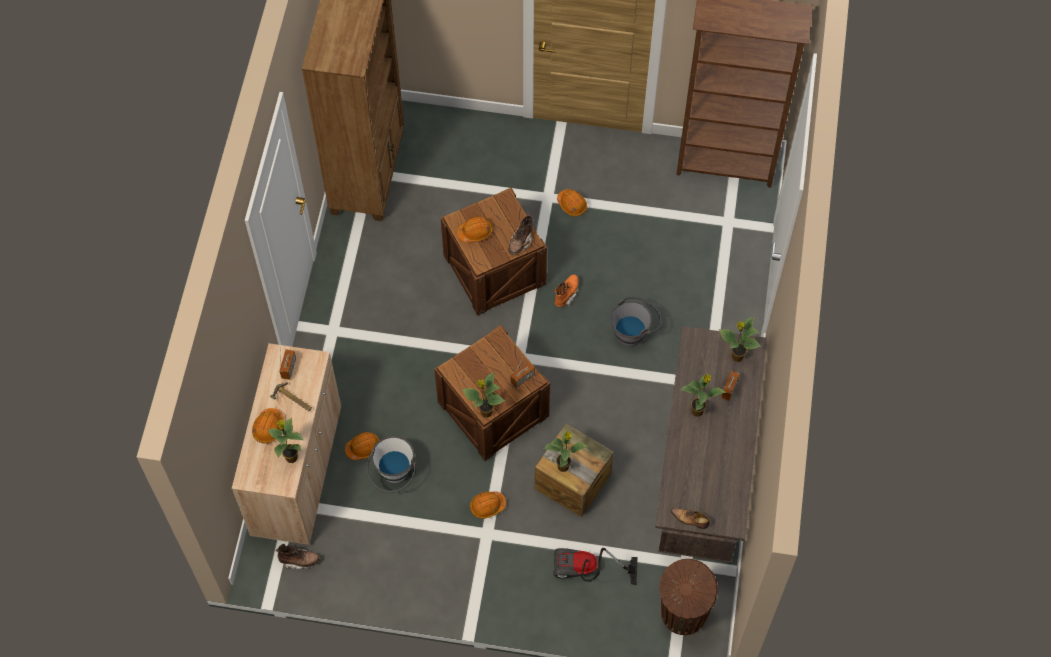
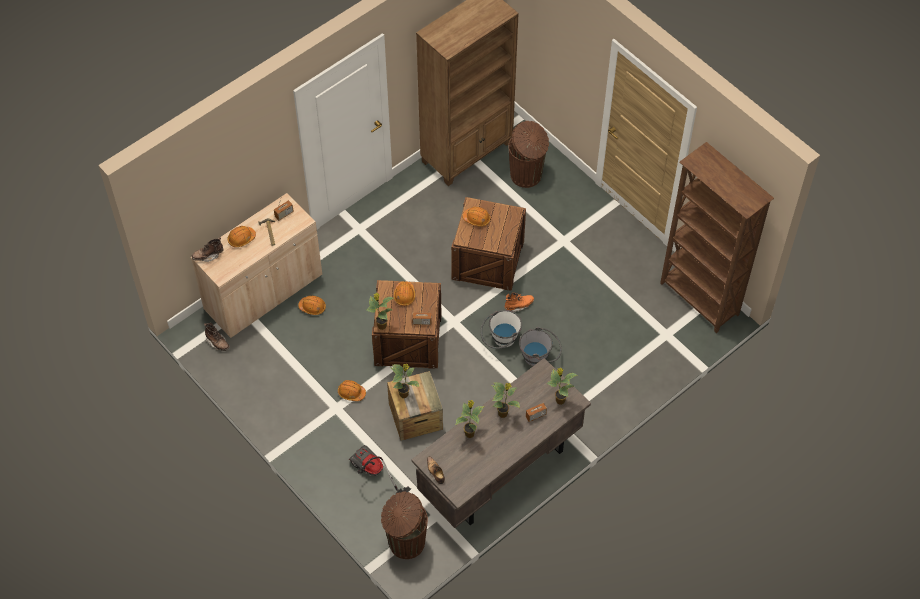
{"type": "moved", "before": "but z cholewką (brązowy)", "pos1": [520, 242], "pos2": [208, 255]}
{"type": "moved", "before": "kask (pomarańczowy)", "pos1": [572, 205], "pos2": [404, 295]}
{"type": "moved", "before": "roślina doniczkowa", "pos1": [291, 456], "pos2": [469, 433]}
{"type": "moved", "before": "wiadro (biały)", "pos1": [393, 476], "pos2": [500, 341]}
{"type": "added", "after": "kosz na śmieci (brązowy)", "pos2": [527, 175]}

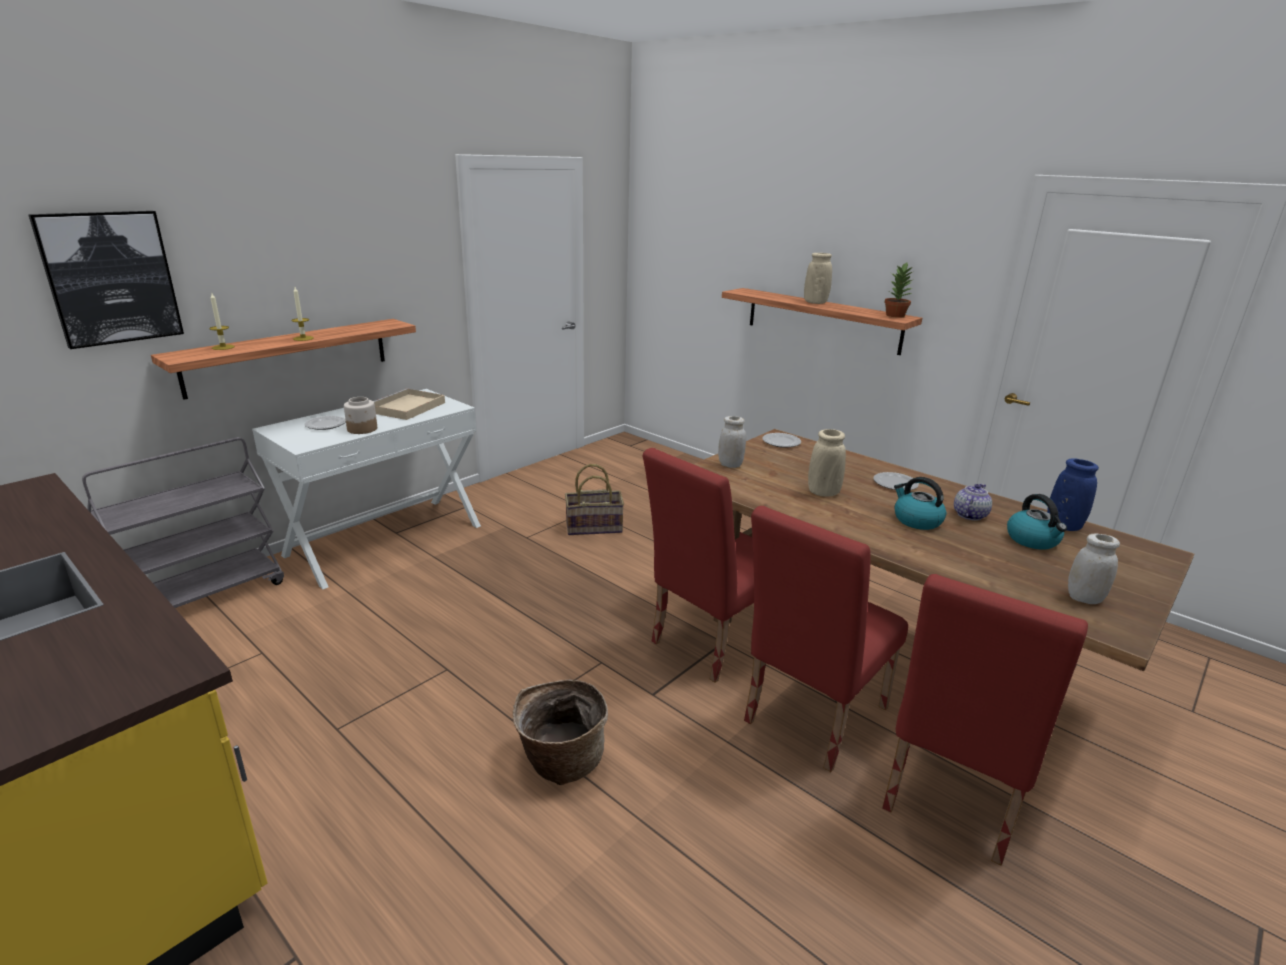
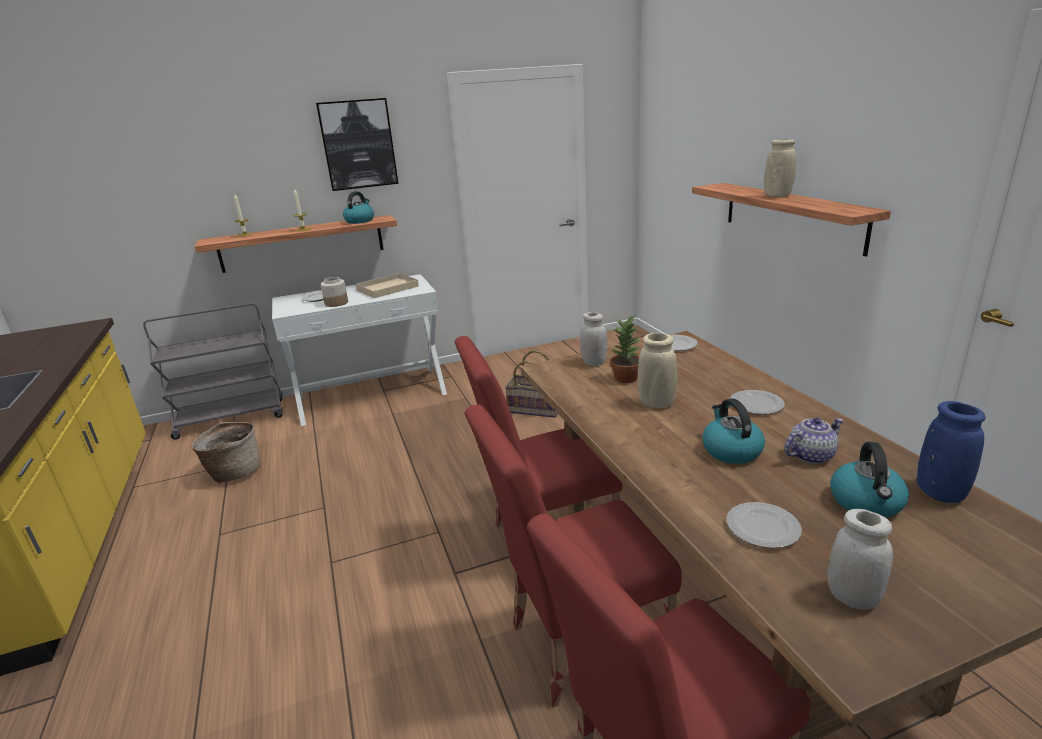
{"type": "moved", "before": "koszyk", "pos1": [560, 761], "pos2": [234, 472]}
{"type": "moved", "before": "obraz", "pos1": [110, 278], "pos2": [358, 144]}
{"type": "added", "after": "czajnik", "pos2": [360, 221]}
{"type": "moved", "before": "roślina doniczkowa", "pos1": [895, 315], "pos2": [626, 378]}
{"type": "added", "after": "talerz", "pos2": [762, 528]}

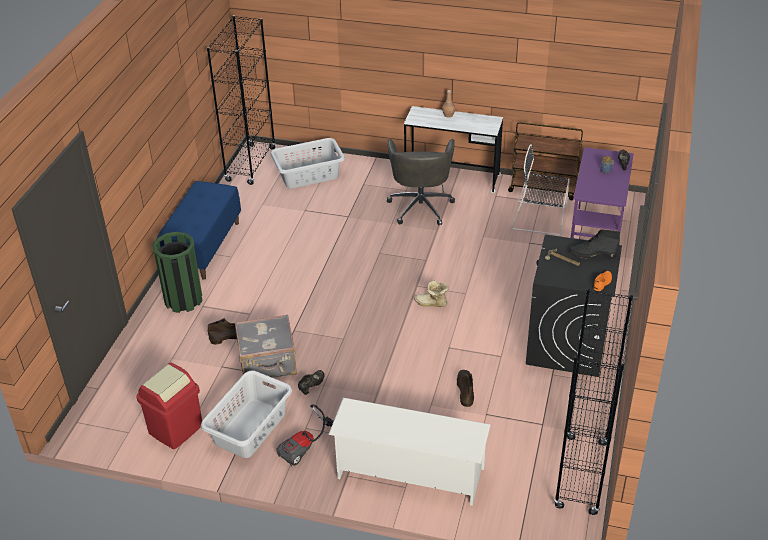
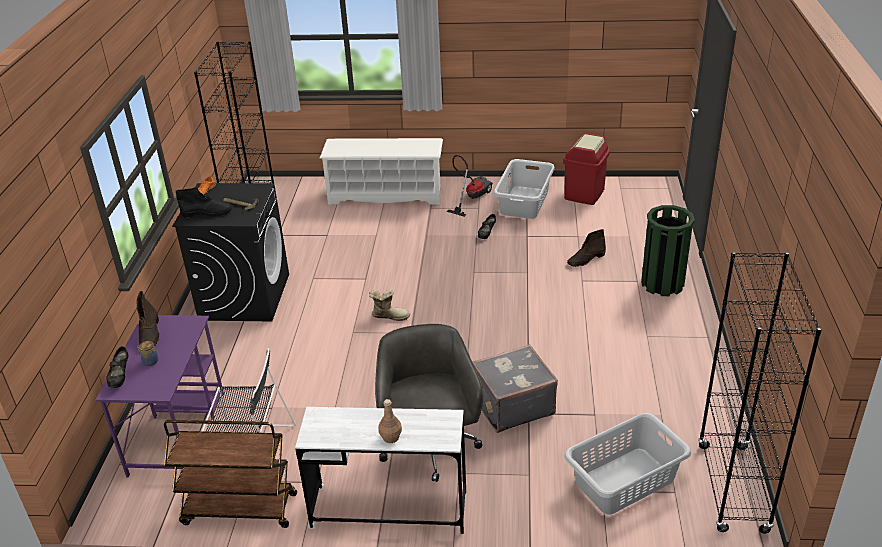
{"type": "moved", "before": "but z cholewką (brązowy)", "pos1": [465, 389], "pos2": [150, 334]}
{"type": "moved", "before": "walizka (szary)", "pos1": [268, 363], "pos2": [512, 405]}
{"type": "removed", "before": "ławka (niebieski)", "pos1": [203, 247]}

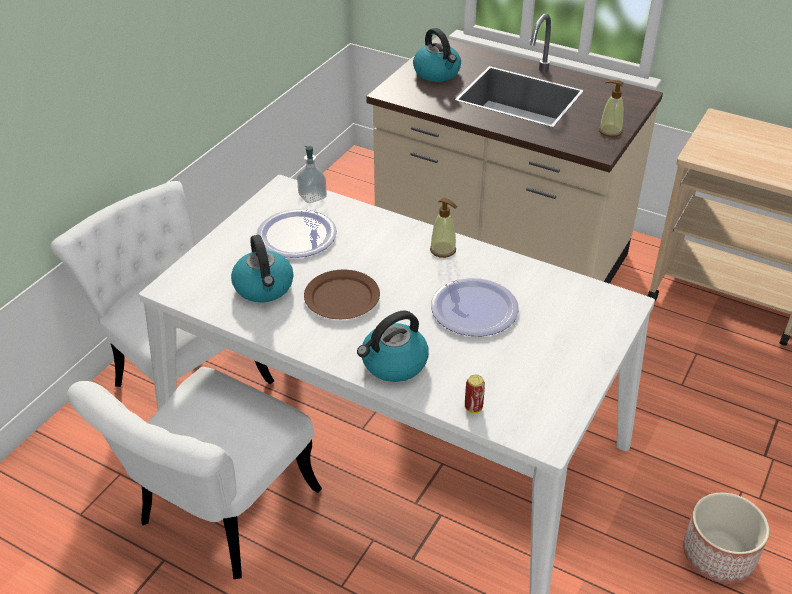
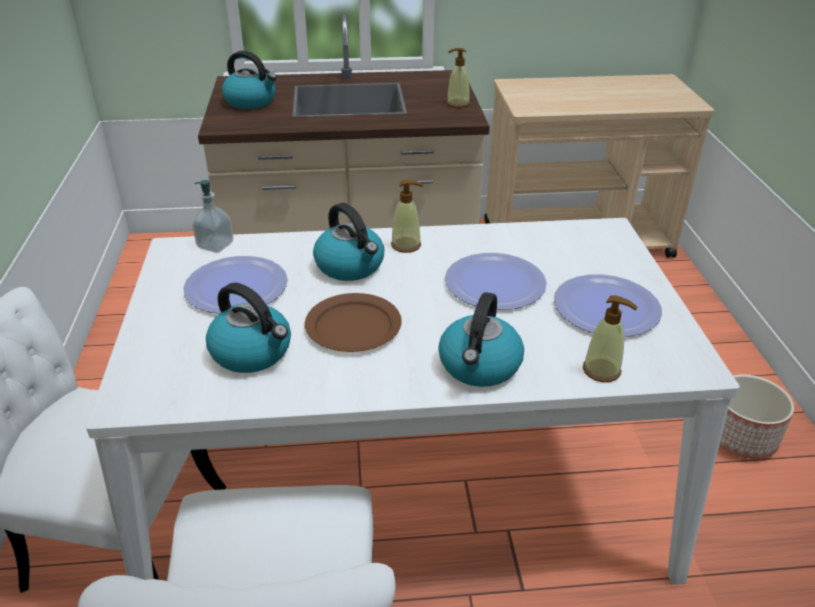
{"type": "added", "after": "czajnik", "pos2": [351, 266]}
{"type": "added", "after": "talerz", "pos2": [606, 308]}
{"type": "replaced", "before": "puszka", "after": "dozownik mydła", "pos1": [473, 408], "pos2": [602, 371]}

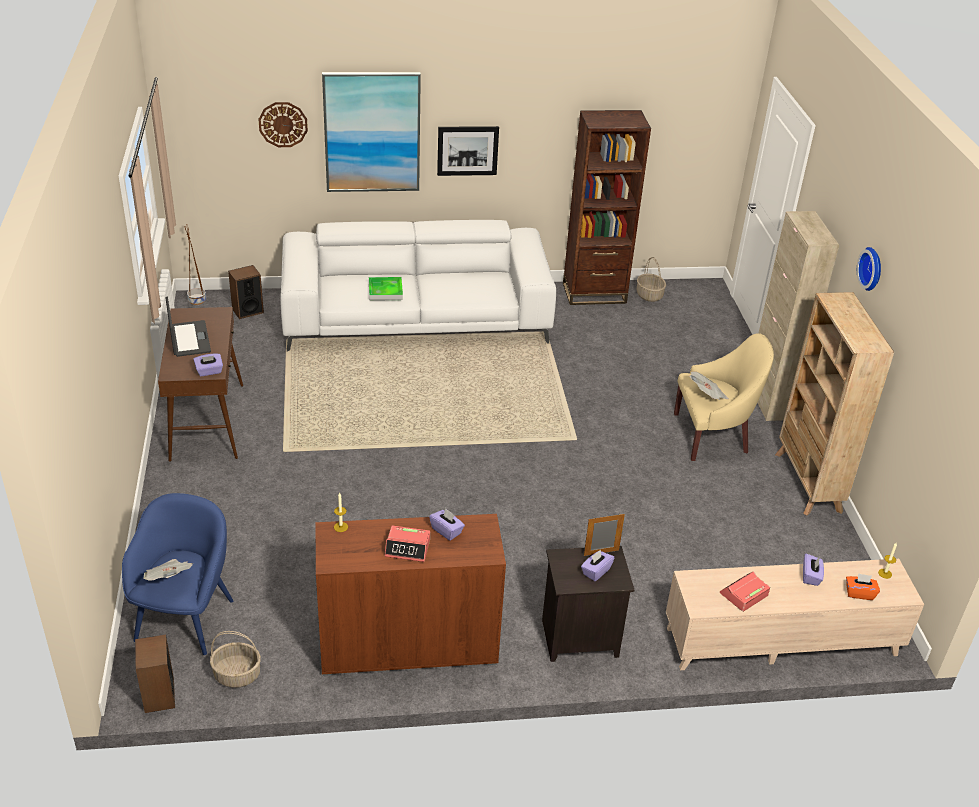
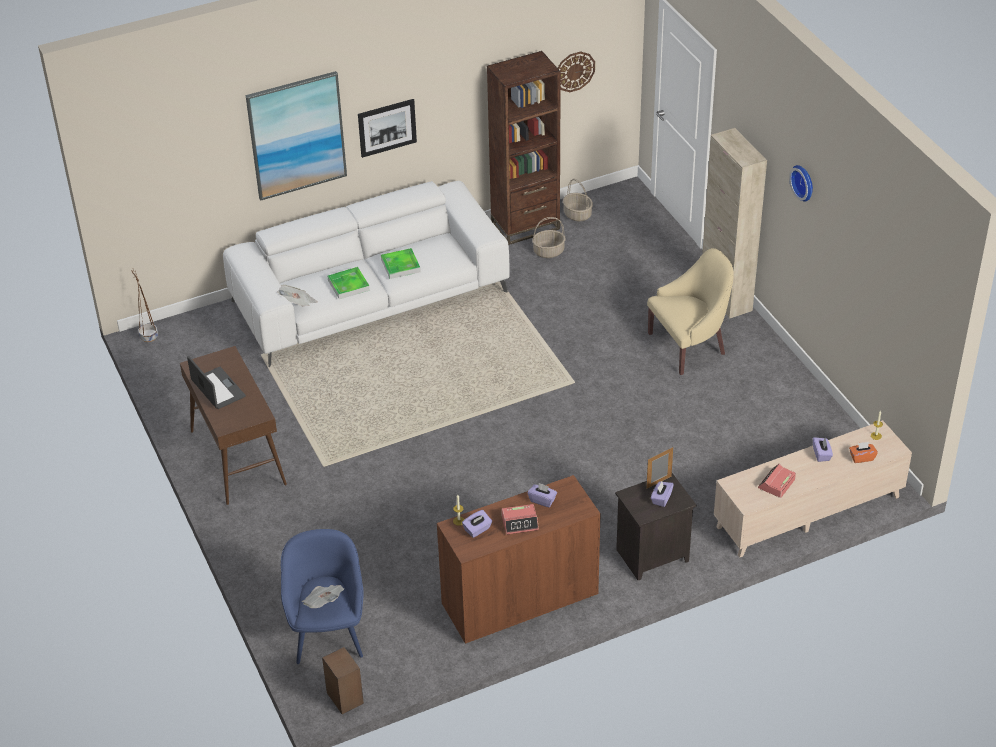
{"type": "moved", "before": "gazeta", "pos1": [707, 395], "pos2": [298, 303]}
{"type": "added", "after": "taca", "pos2": [400, 266]}
{"type": "moved", "before": "pudełko chusteczek (fioletowy)", "pos1": [209, 371], "pos2": [477, 530]}
{"type": "moved", "before": "koszyk", "pos1": [237, 674], "pos2": [549, 251]}
{"type": "moved", "before": "zegar ścienny", "pos1": [283, 124], "pos2": [574, 71]}
{"type": "removed", "before": "głośnik", "pos1": [247, 311]}
{"type": "removed", "before": "regał (beżowy)", "pos1": [807, 483]}

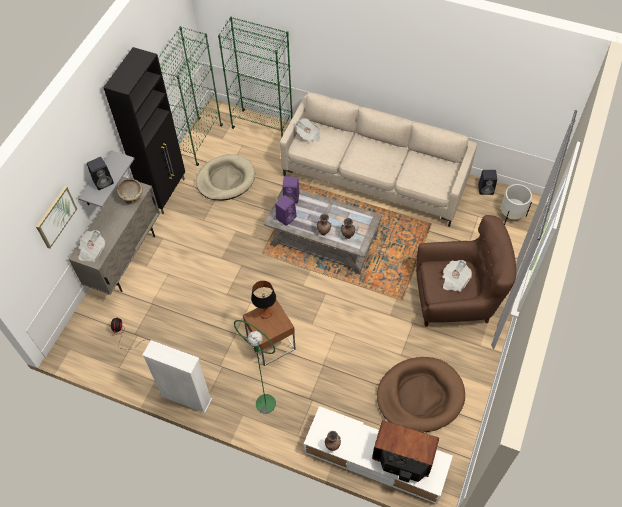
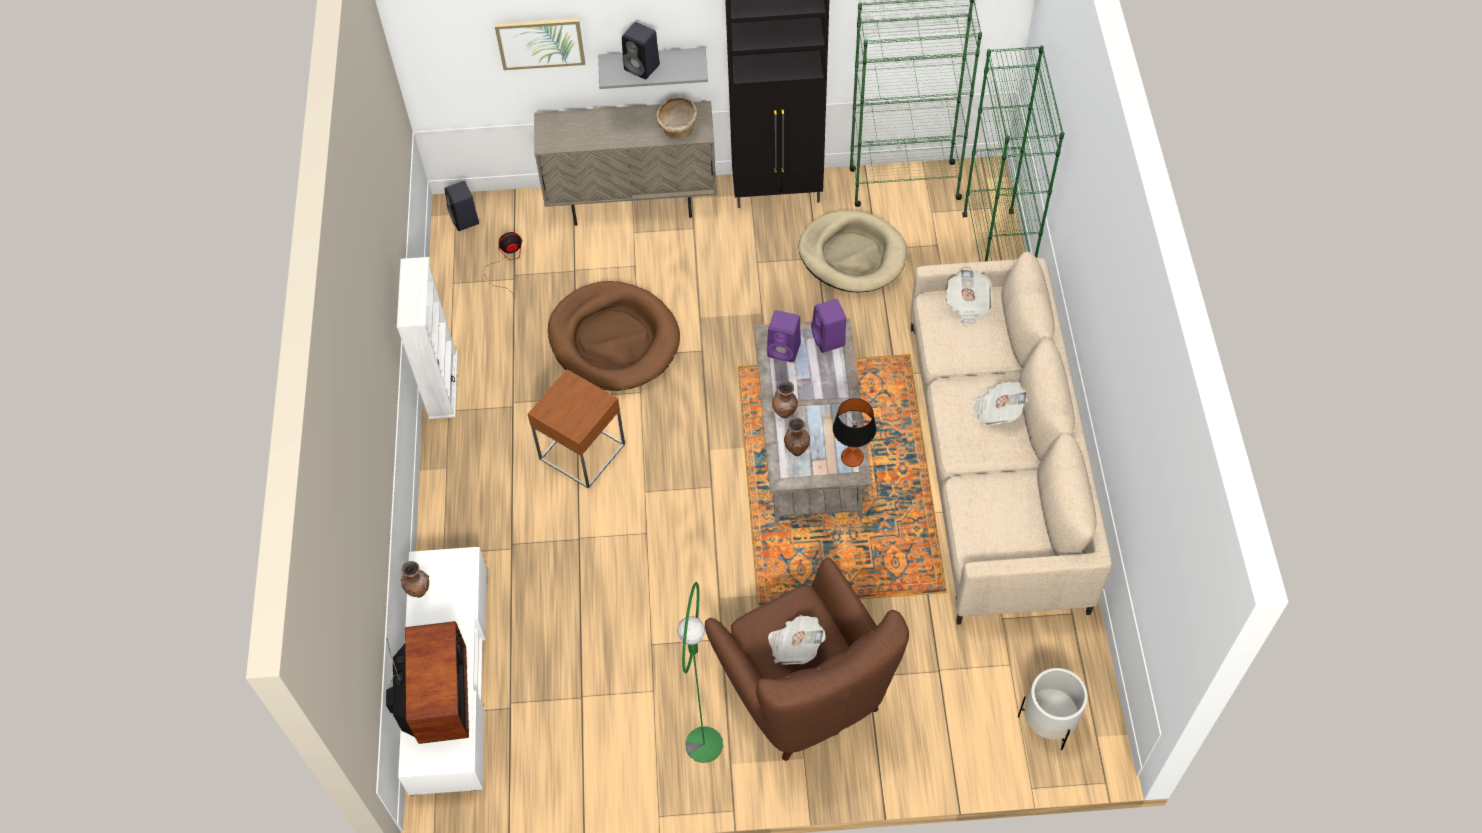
{"type": "moved", "before": "głośnik (czarny)", "pos1": [486, 189], "pos2": [465, 220]}
{"type": "moved", "before": "legowisko (brązowy)", "pos1": [420, 396], "pos2": [614, 340]}
{"type": "moved", "before": "lampa stojąca (zielony)", "pos1": [265, 403], "pos2": [704, 744]}
{"type": "moved", "before": "lampa stołowa", "pos1": [265, 313], "pos2": [852, 457]}
{"type": "moved", "before": "gazeta", "pos1": [92, 251], "pos2": [997, 411]}

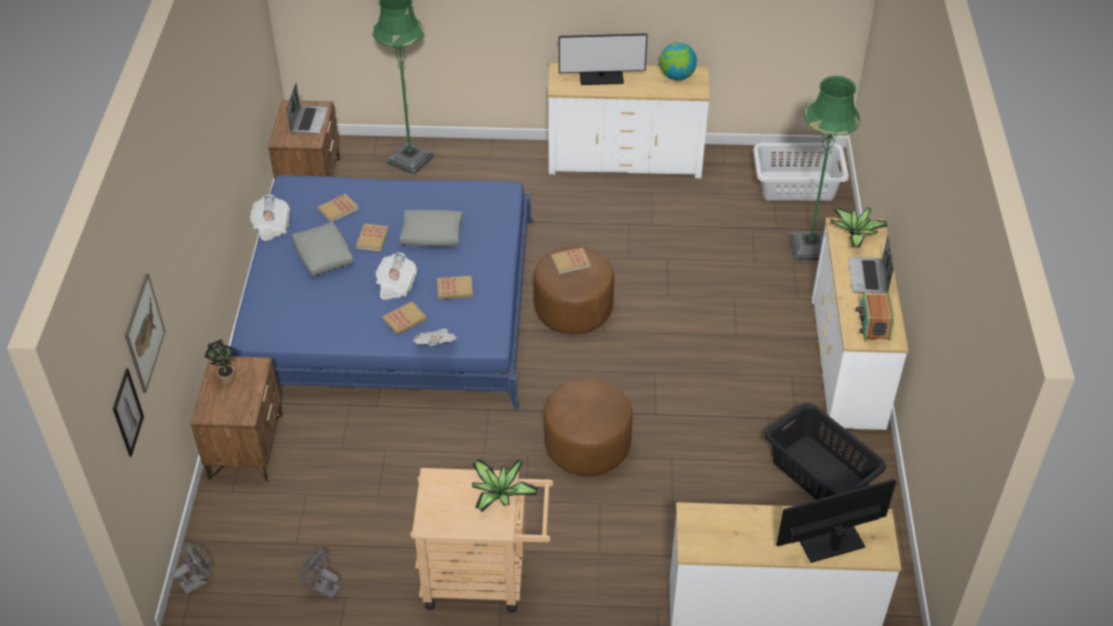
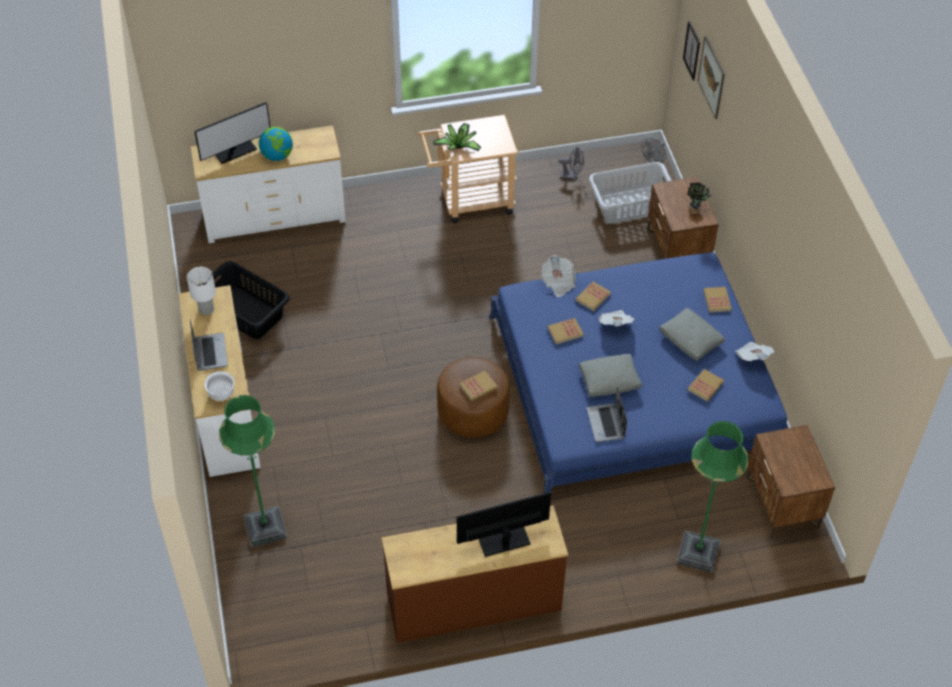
{"type": "replaced", "before": "radio", "after": "lampa stołowa (biały)", "pos1": [873, 324], "pos2": [206, 309]}
{"type": "replaced", "before": "roślina doniczkowa", "after": "miska (biały)", "pos1": [855, 234], "pos2": [221, 394]}
{"type": "moved", "before": "globus", "pos1": [676, 76], "pos2": [277, 156]}
{"type": "recoloured", "before": "komoda (biały)", "after": "komoda (brązowy)", "pos1": [625, 160], "pos2": [474, 603]}
{"type": "moved", "before": "laptop", "pos1": [308, 120], "pos2": [606, 424]}
{"type": "moved", "before": "kosz na pranie (szary)", "pos1": [797, 187], "pos2": [629, 204]}
{"type": "moved", "before": "książka", "pos1": [372, 239], "pos2": [717, 300]}
{"type": "removed", "before": "pufa (brązowy)", "pos1": [587, 446]}

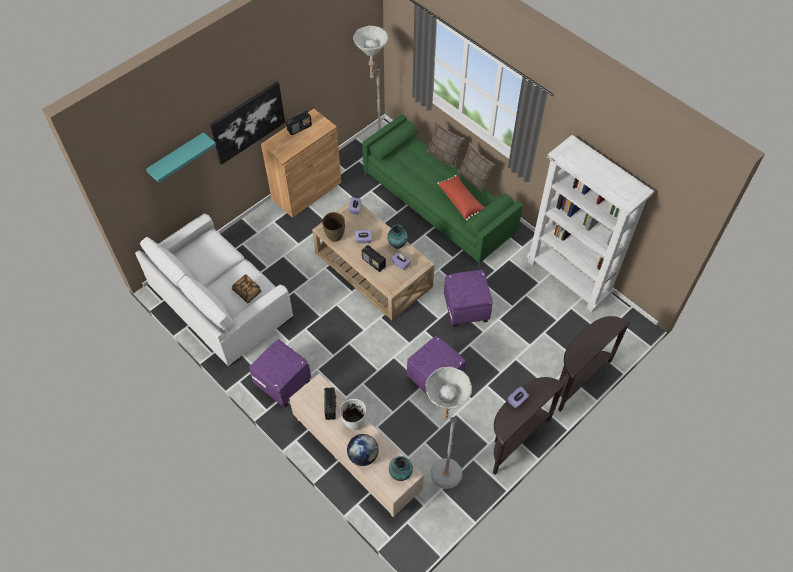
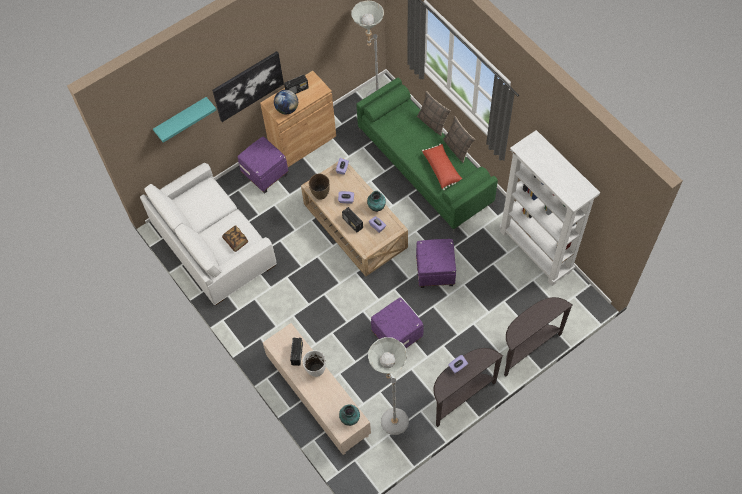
{"type": "moved", "before": "pufa (fioletowy)", "pos1": [282, 383], "pos2": [264, 174]}
{"type": "moved", "before": "globus", "pos1": [363, 456], "pos2": [287, 109]}

